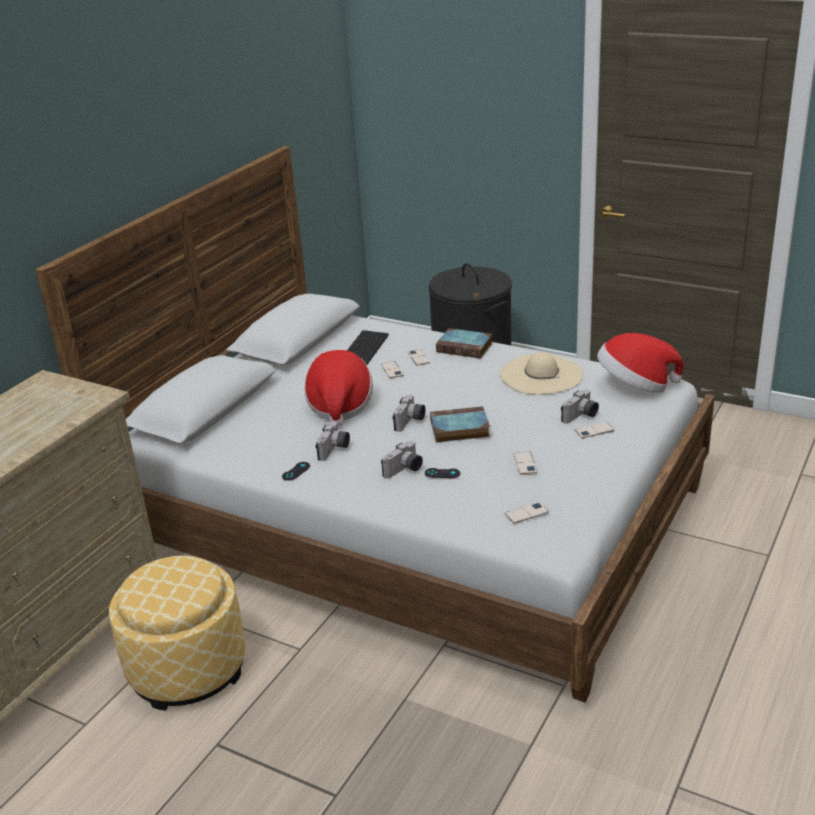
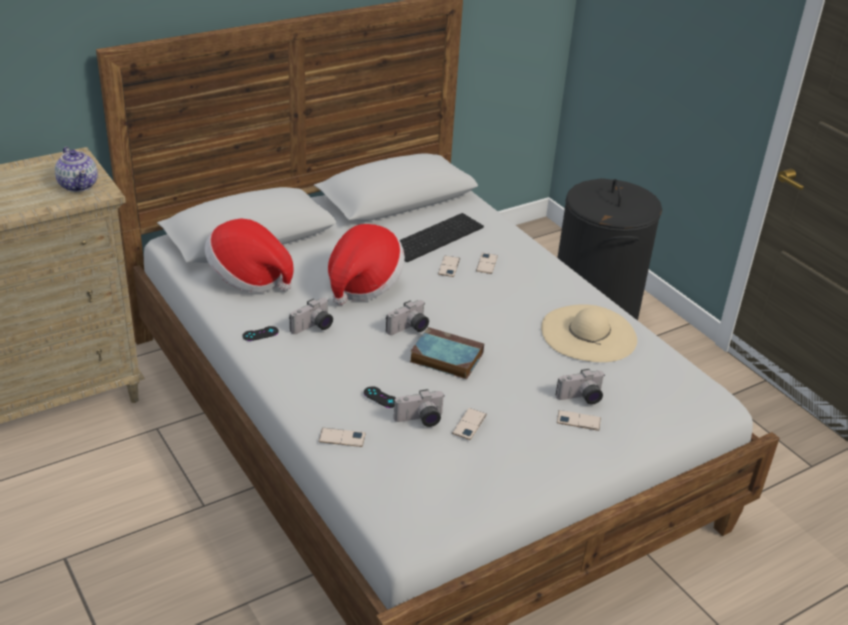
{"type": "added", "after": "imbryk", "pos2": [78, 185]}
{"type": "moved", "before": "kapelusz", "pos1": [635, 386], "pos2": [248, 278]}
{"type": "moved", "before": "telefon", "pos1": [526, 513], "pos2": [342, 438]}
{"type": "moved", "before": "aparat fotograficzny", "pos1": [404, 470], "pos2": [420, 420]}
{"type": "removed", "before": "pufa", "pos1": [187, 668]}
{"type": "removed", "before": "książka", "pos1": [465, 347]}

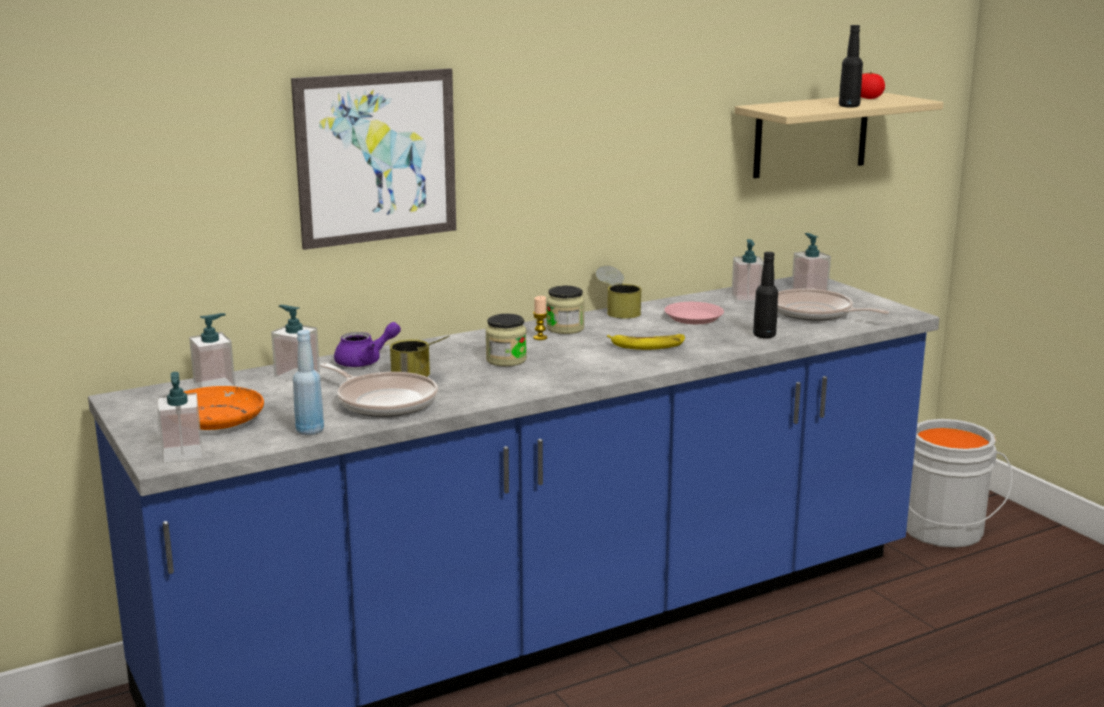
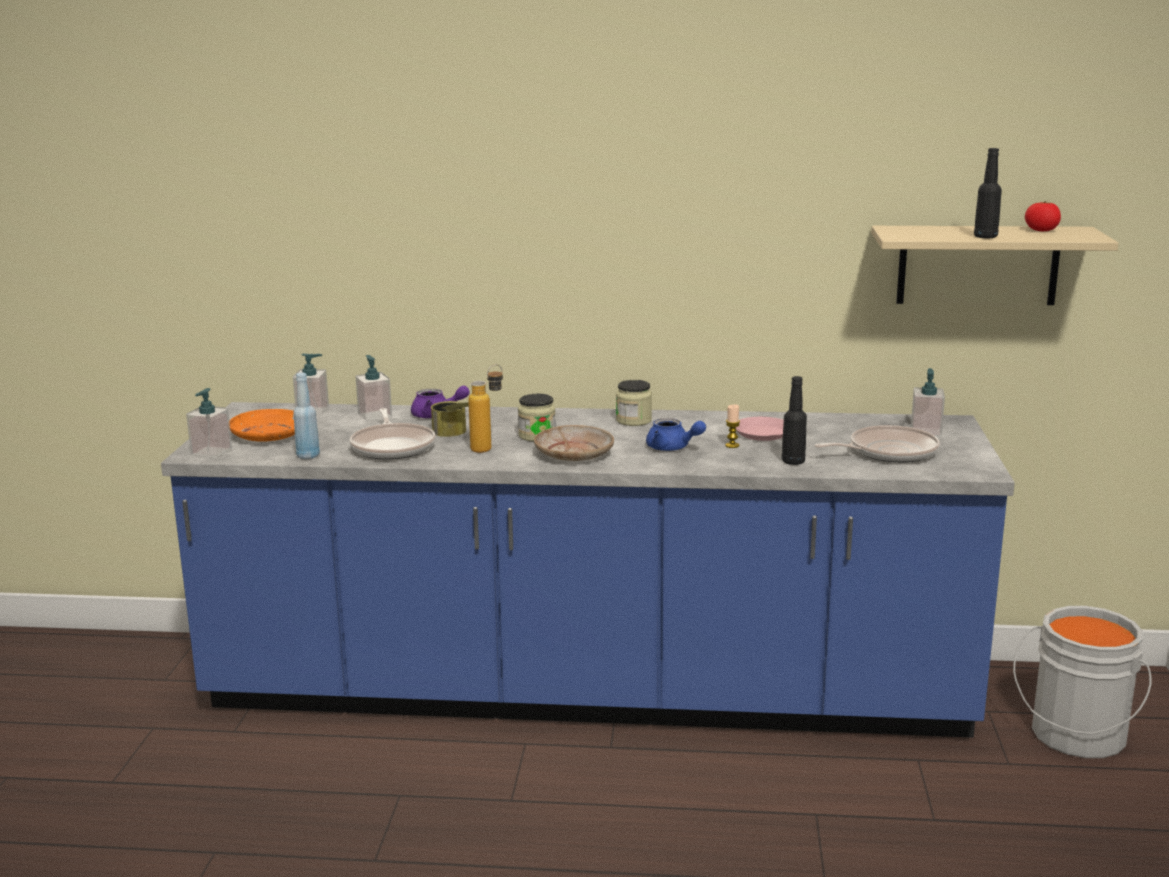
{"type": "added", "after": "butelka", "pos2": [488, 448]}
{"type": "added", "after": "talerz (beżowy)", "pos2": [574, 453]}
{"type": "replaced", "before": "banan", "after": "imbryk (niebieski)", "pos1": [648, 345], "pos2": [672, 448]}
{"type": "moved", "before": "świeca", "pos1": [540, 338], "pos2": [732, 445]}
{"type": "turned", "before": "patelnia", "pos1": [815, 313], "pos2": [888, 452], "turn": 90}
{"type": "removed", "before": "obraz", "pos1": [377, 157]}
{"type": "removed", "before": "puszka", "pos1": [618, 311]}
{"type": "removed", "before": "dozownik mydła", "pos1": [747, 298]}

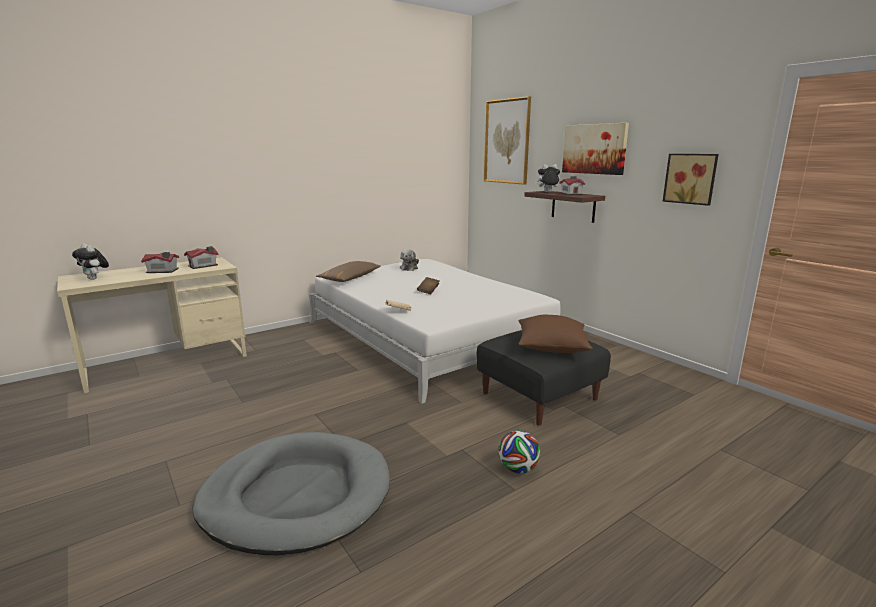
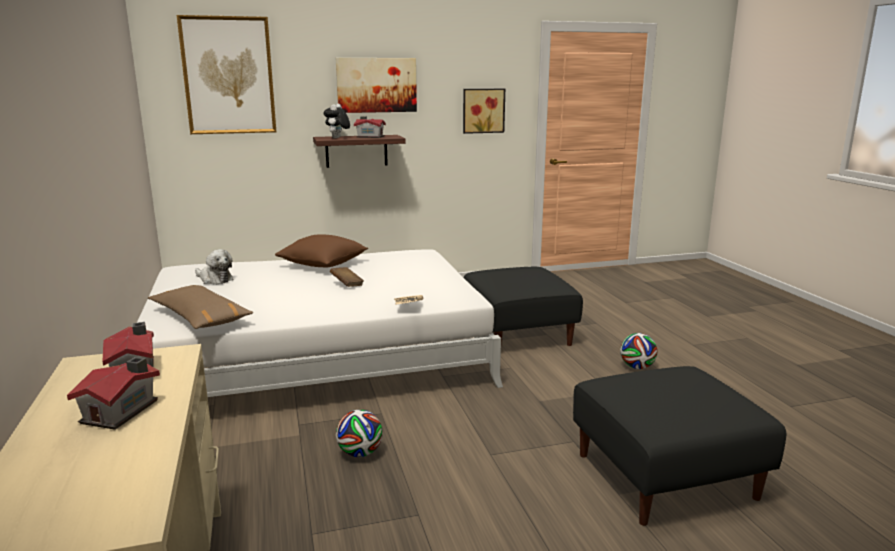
{"type": "moved", "before": "poduszka (brązowy)", "pos1": [551, 348], "pos2": [323, 265]}
{"type": "added", "after": "piłka futbolowa", "pos2": [360, 453]}
{"type": "replaced", "before": "legowisko (szary)", "after": "pufa (czarny)", "pos1": [296, 496], "pos2": [665, 476]}
{"type": "removed", "before": "pluszak", "pos1": [95, 279]}

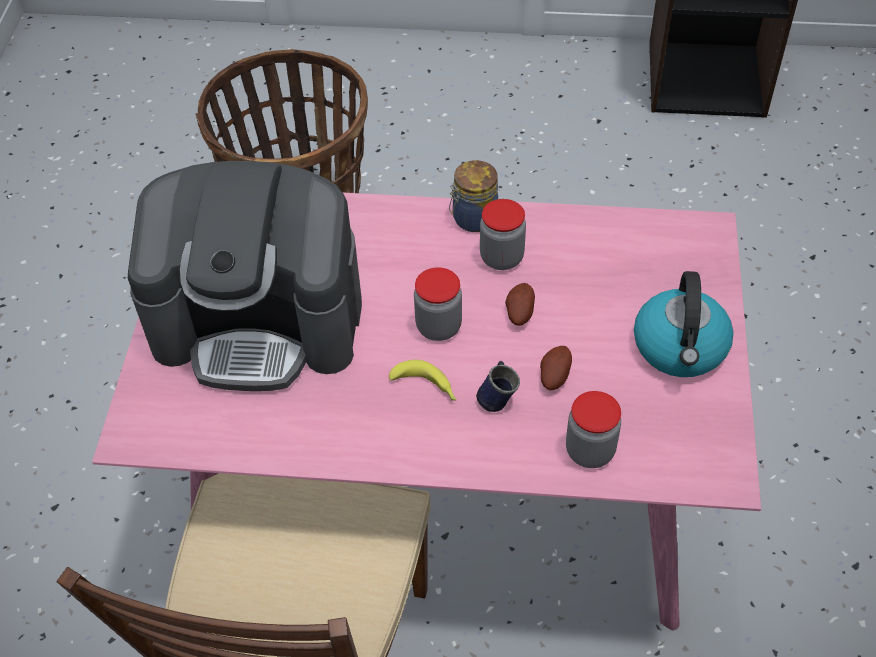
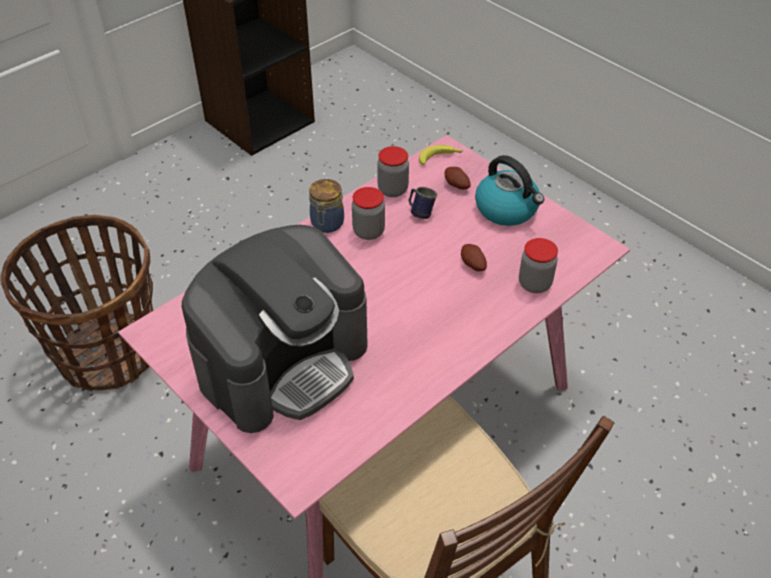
{"type": "moved", "before": "słoik", "pos1": [438, 326], "pos2": [393, 189]}
{"type": "moved", "before": "kubek (niebieski)", "pos1": [497, 397], "pos2": [420, 212]}
{"type": "moved", "before": "banan", "pos1": [426, 387], "pos2": [440, 158]}
{"type": "moved", "before": "ziemniak", "pos1": [519, 313], "pos2": [456, 186]}

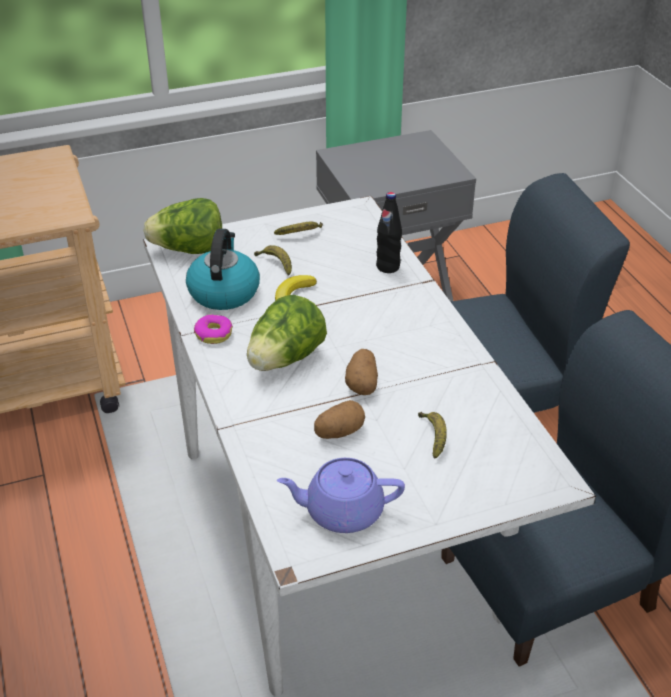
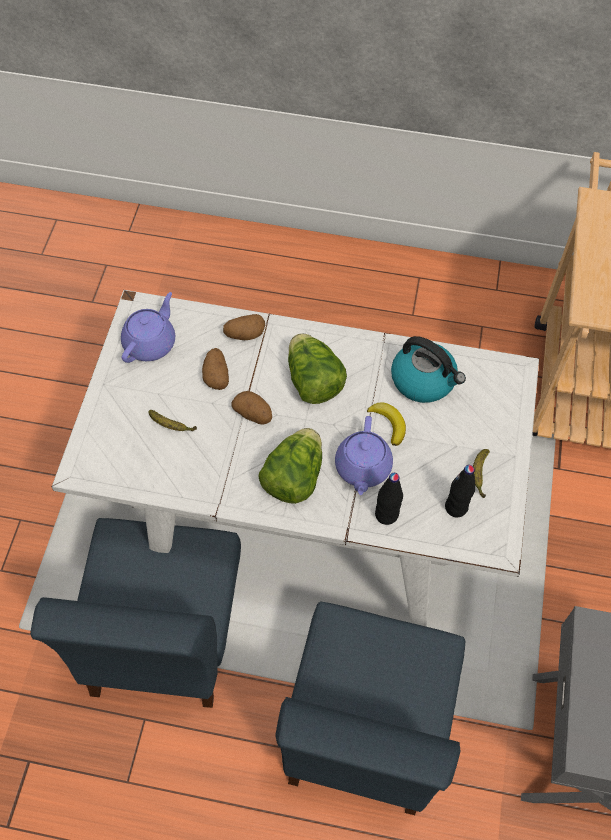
{"type": "added", "after": "ziemniak", "pos2": [244, 334]}
{"type": "moved", "before": "sałata", "pos1": [189, 250], "pos2": [293, 477]}
{"type": "added", "after": "imbryk (fioletowy)", "pos2": [362, 468]}
{"type": "added", "after": "butelka (czarny)", "pos2": [456, 507]}
{"type": "removed", "before": "donut", "pos1": [214, 334]}
{"type": "removed", "before": "banan", "pos1": [276, 264]}

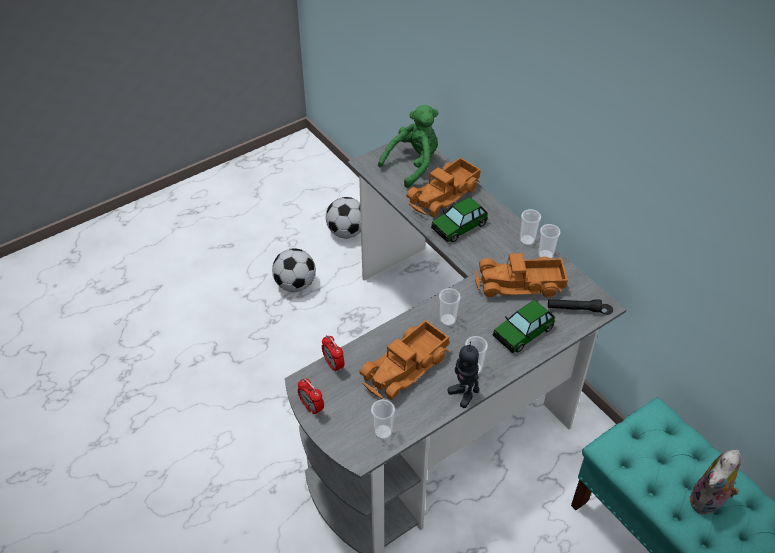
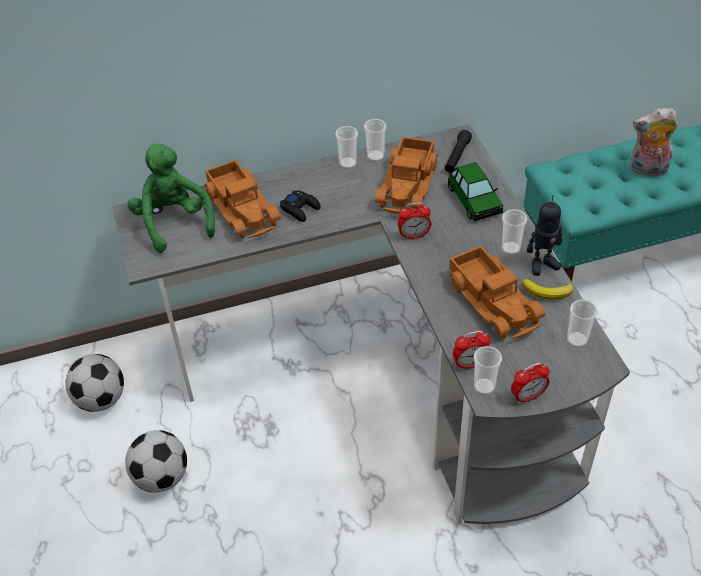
{"type": "replaced", "before": "samochodzik", "after": "pad do gier (czarny)", "pos1": [459, 226], "pos2": [300, 209]}
{"type": "added", "after": "budzik", "pos2": [414, 235]}
{"type": "moved", "before": "filiżanka", "pos1": [447, 320], "pos2": [484, 386]}
{"type": "added", "after": "banan", "pos2": [548, 292]}
{"type": "turned", "before": "pluszak", "pos1": [708, 502], "pos2": [647, 170], "turn": 120}

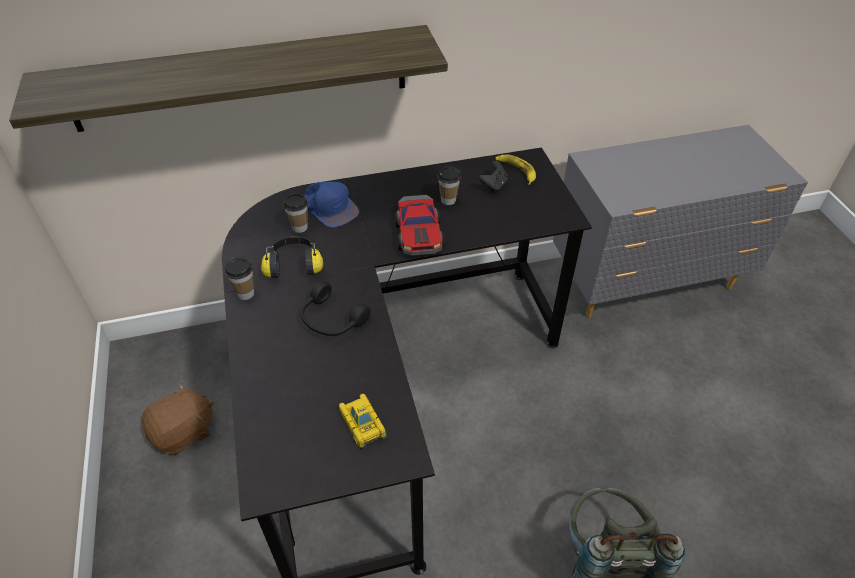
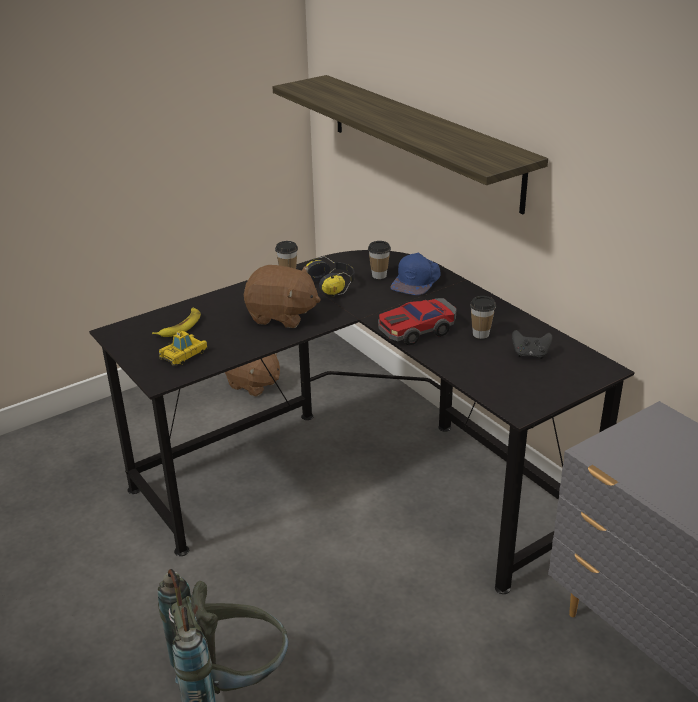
{"type": "moved", "before": "banan", "pos1": [516, 171], "pos2": [180, 326]}
{"type": "replaced", "before": "słuchawki (czarny)", "after": "pluszak (brązowy)", "pos1": [331, 320], "pos2": [282, 316]}

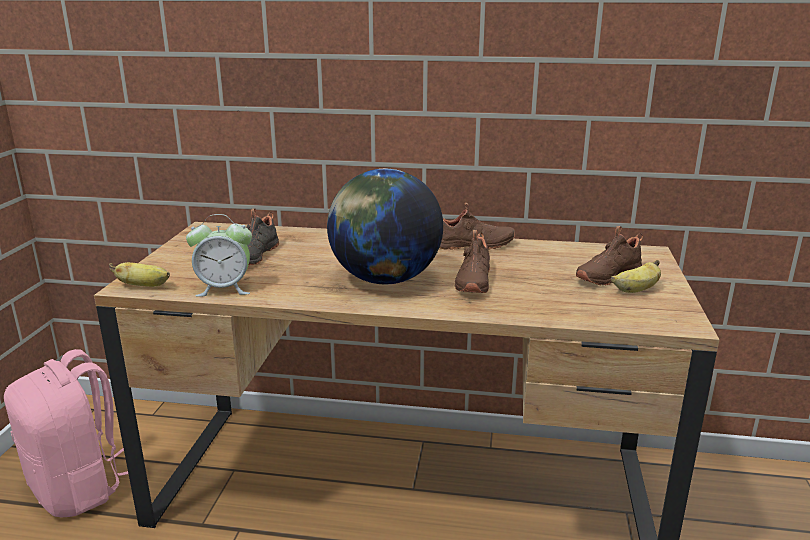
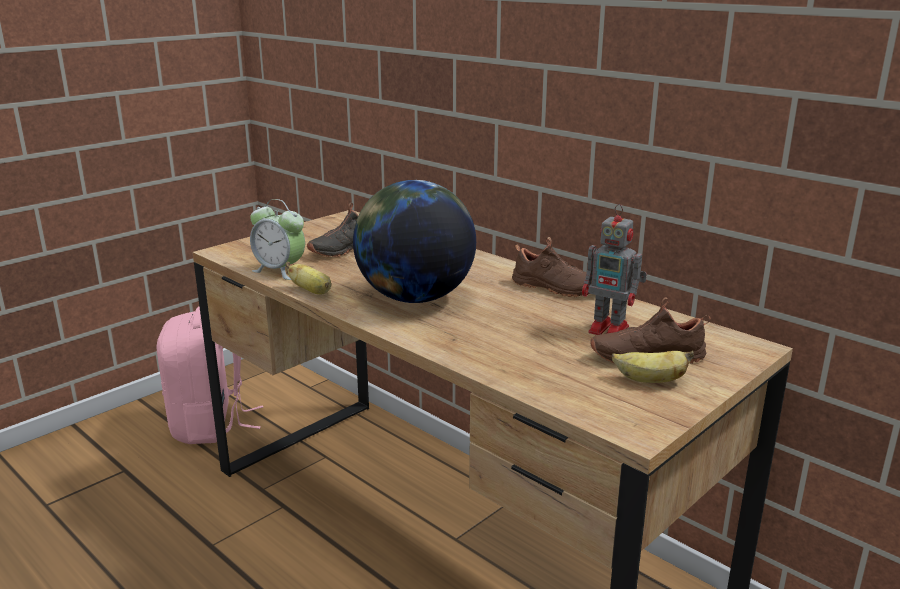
{"type": "moved", "before": "banan", "pos1": [144, 286], "pos2": [312, 292]}
{"type": "added", "after": "robot zabawkowy", "pos2": [610, 330]}
{"type": "removed", "before": "but (brązowy)", "pos1": [472, 281]}

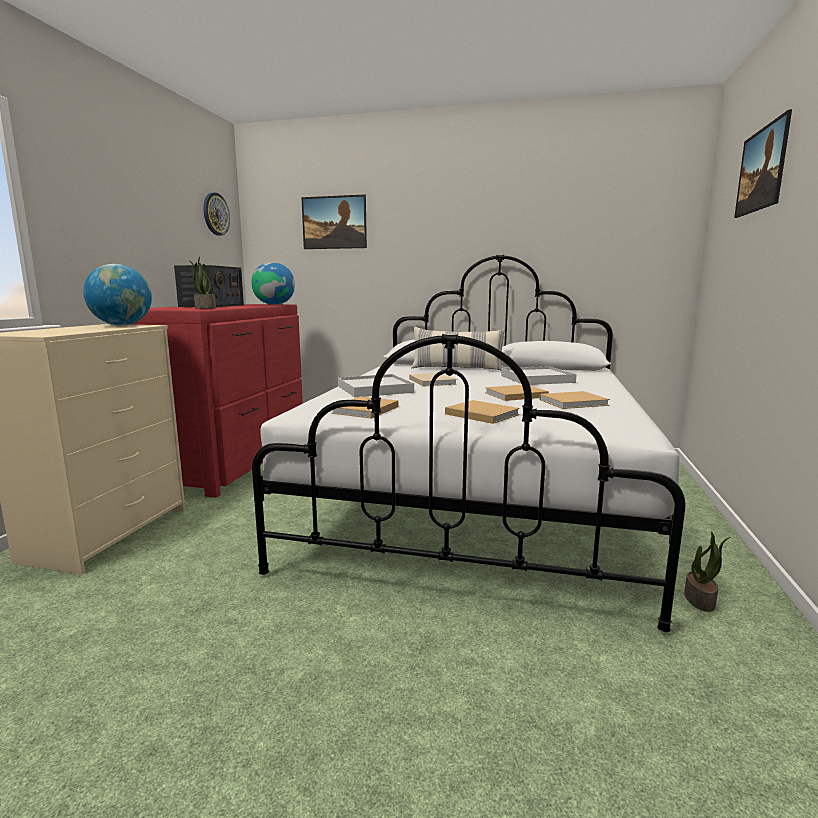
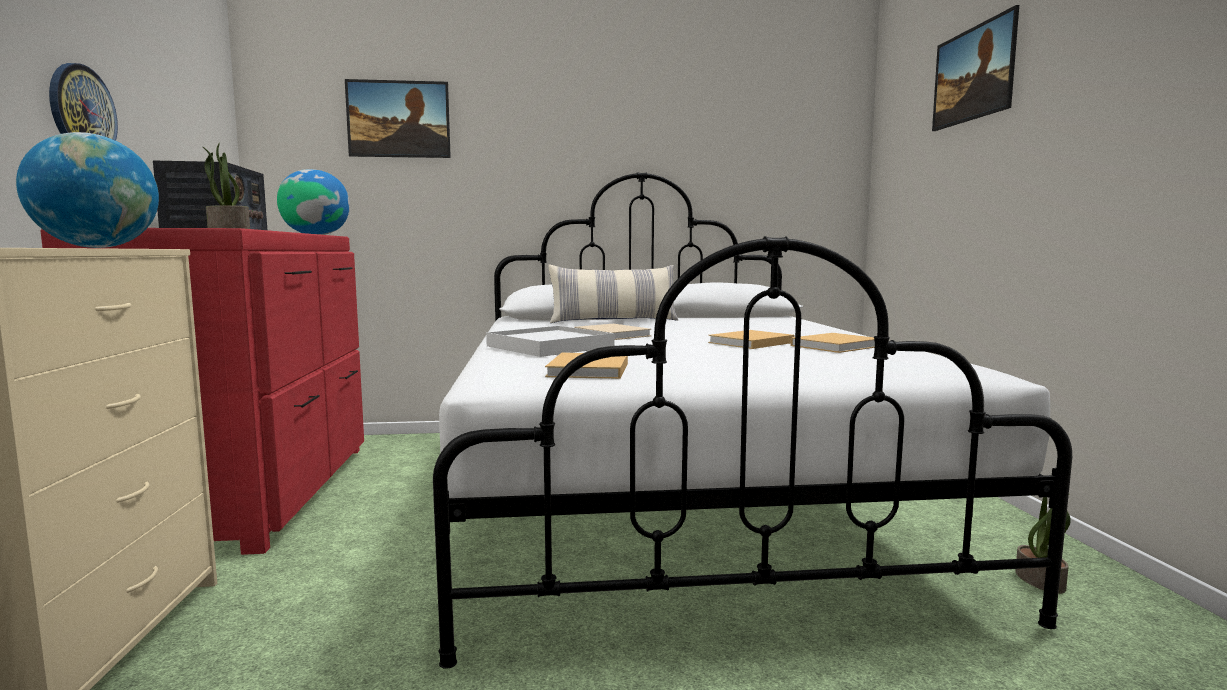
{"type": "moved", "before": "zegar ścienny", "pos1": [215, 214], "pos2": [82, 111]}
{"type": "removed", "before": "książka (beżowy)", "pos1": [480, 414]}
{"type": "removed", "before": "taca (biały)", "pos1": [537, 379]}

